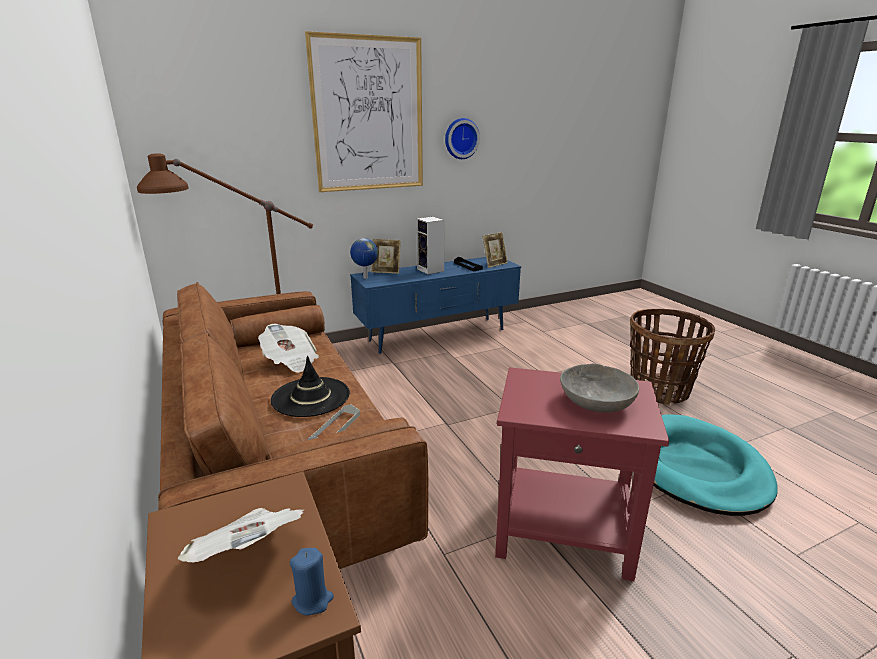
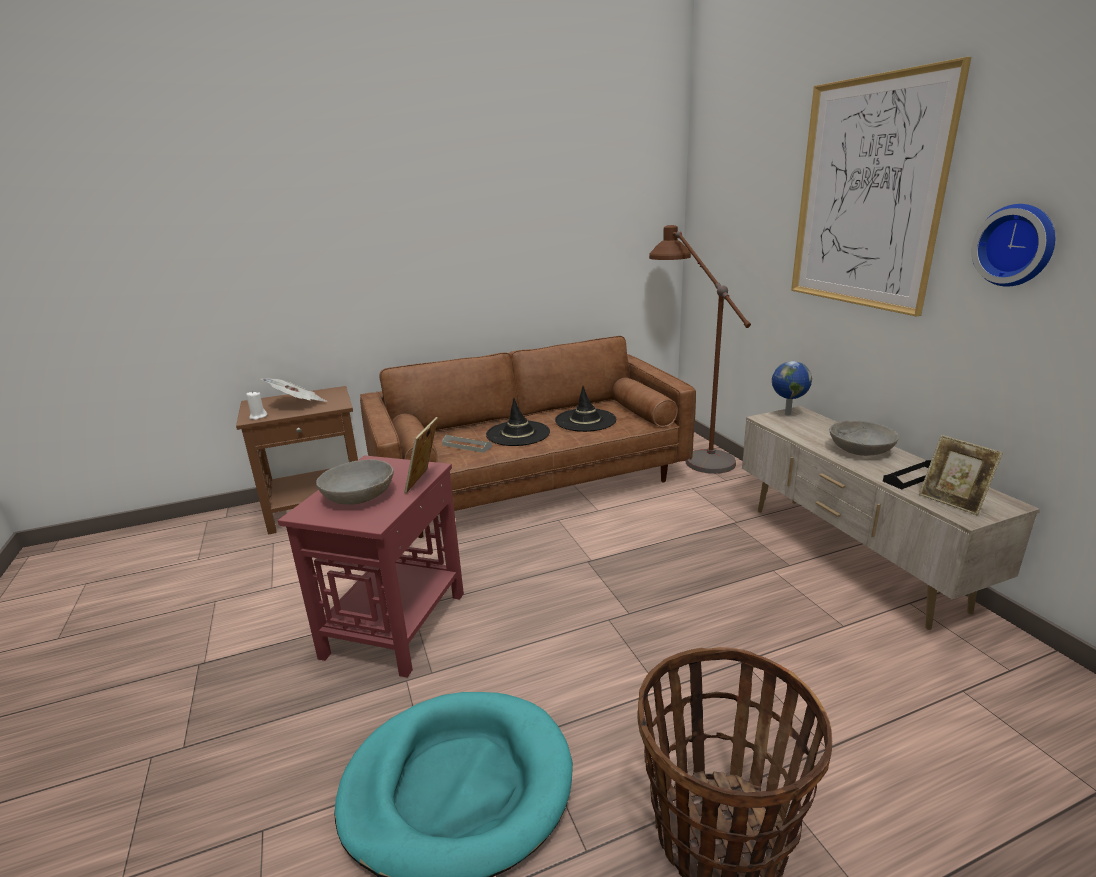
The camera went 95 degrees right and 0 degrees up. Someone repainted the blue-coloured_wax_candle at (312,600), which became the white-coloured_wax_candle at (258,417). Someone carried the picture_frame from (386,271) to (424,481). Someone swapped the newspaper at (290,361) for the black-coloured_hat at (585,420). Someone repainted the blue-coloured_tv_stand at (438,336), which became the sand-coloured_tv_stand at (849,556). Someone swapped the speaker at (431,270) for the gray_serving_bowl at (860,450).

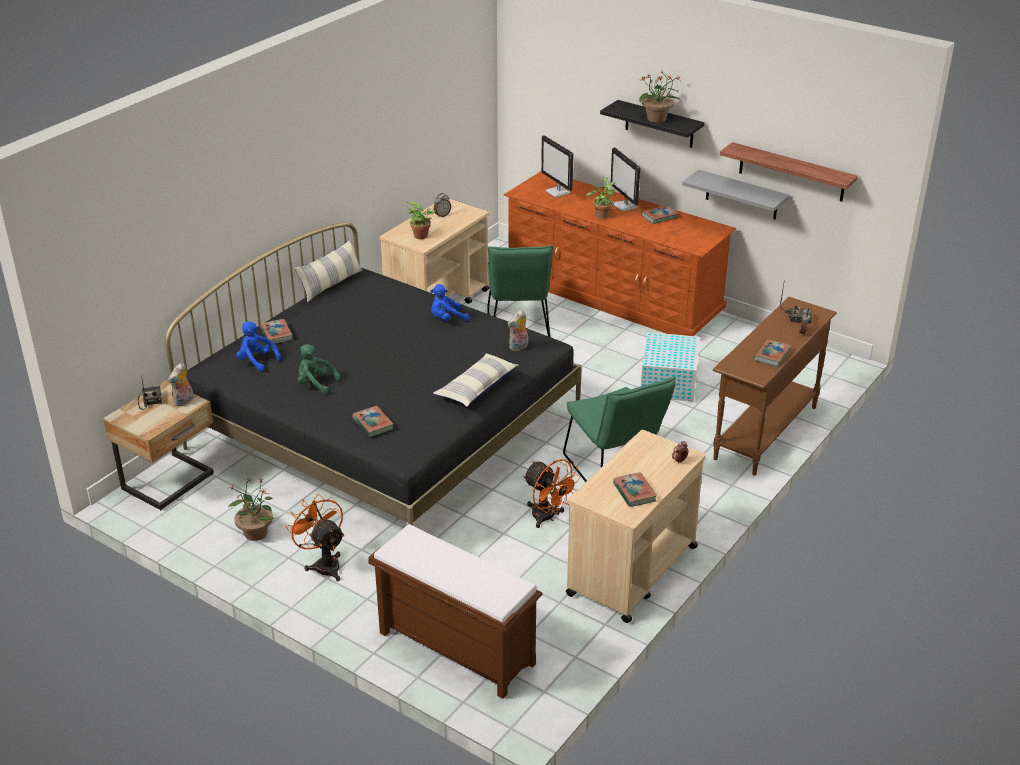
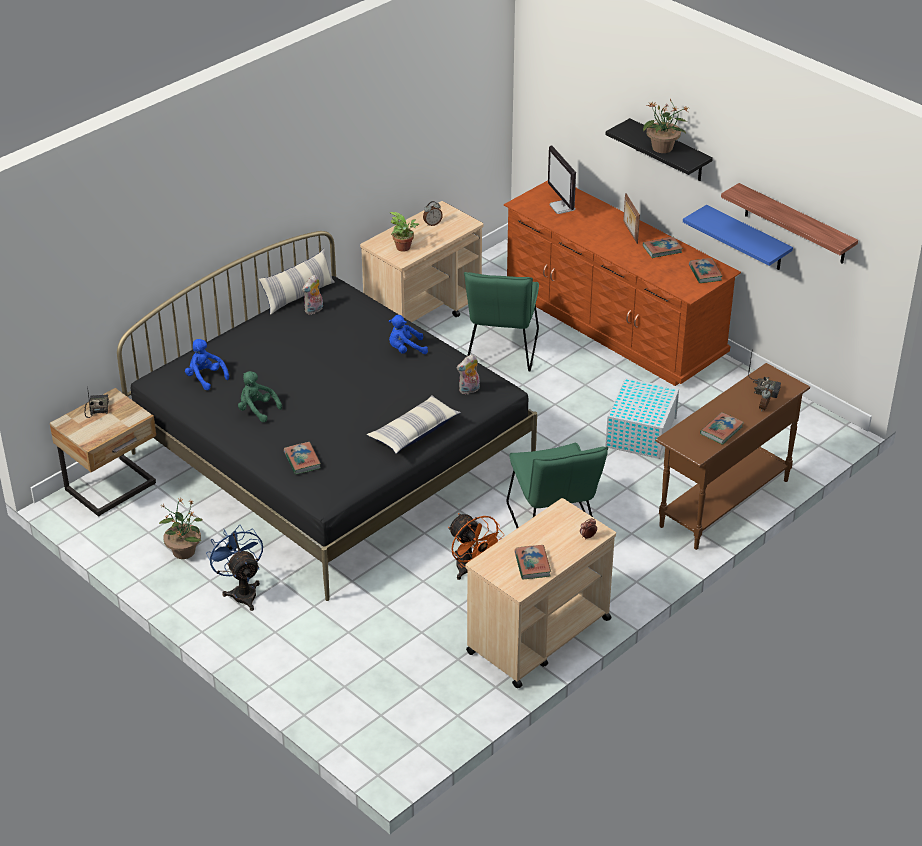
The camera went 10 degrees right and 5 degrees up. Someone repainted the orangey_fan at (324,564), which became the blue-coloured_fan at (242,591). Someone carried the plush_toy from (184,402) to (314,310). Someone swapped the computer_screen at (625,206) for the picture_frame at (629,232). Someone repainted the gray_wall_shelf at (742,195), which became the blue-coloured_wall_shelf at (747,239). Someone carried the bound_book from (276,334) to (705,273). Someone took away the brown-coloured_long_seat at (454,648). Someone took away the plant_in_a_pot at (602,215).

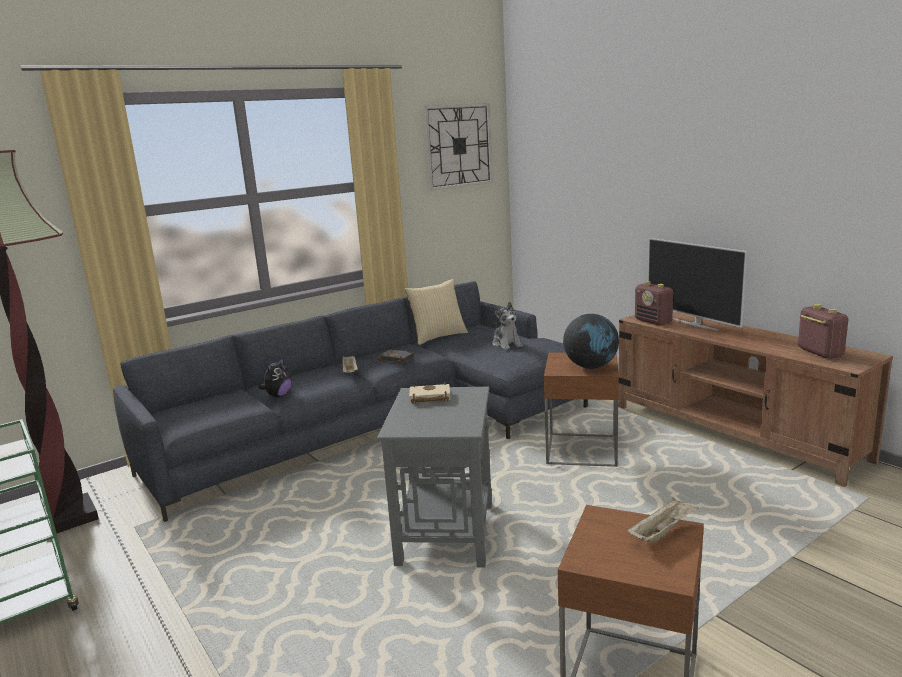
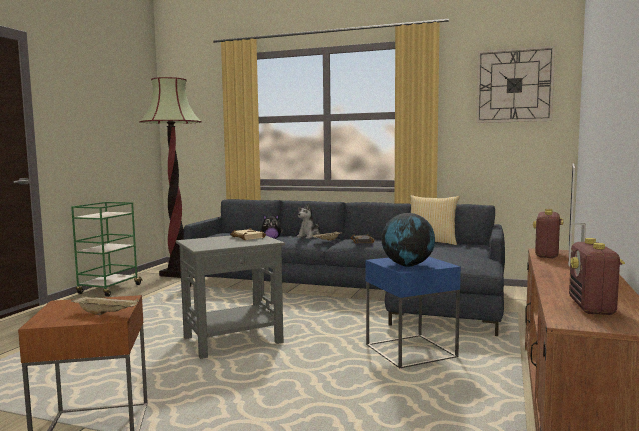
The camera went 55 degrees right and 10 degrees down. Someone carried the plush_toy from (506,344) to (309,236). Someone repainted the brown-coloured_end_table at (582,450), which became the blue-coloured_end_table at (410,351). Someone rotated the radio_receiver at (819,353) by 150 degrees clockwise.

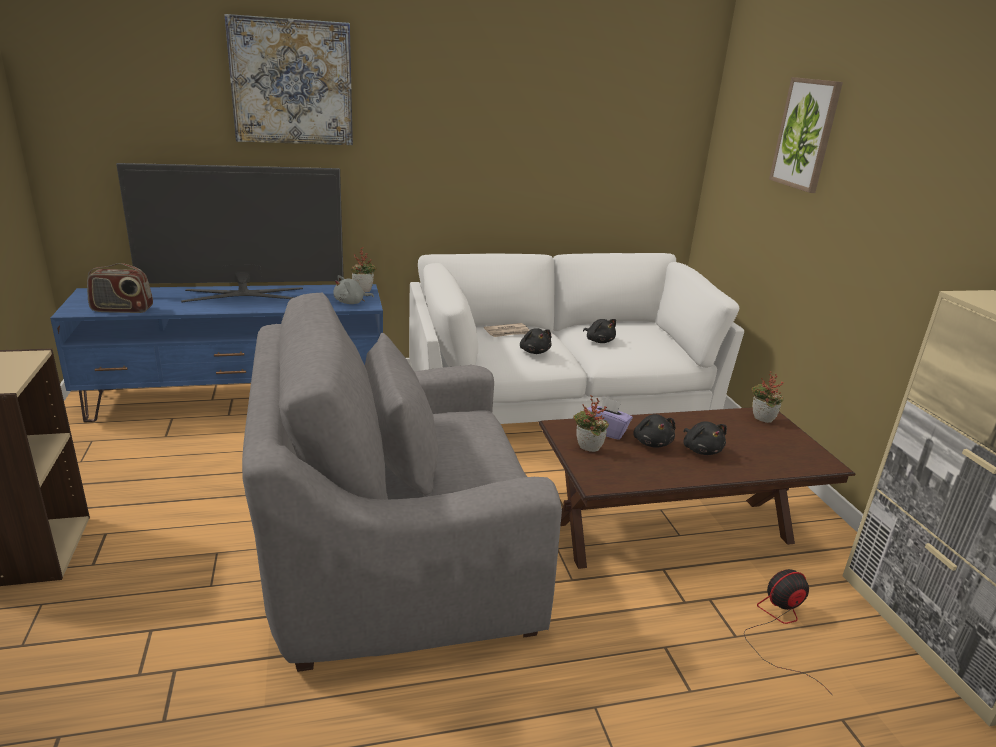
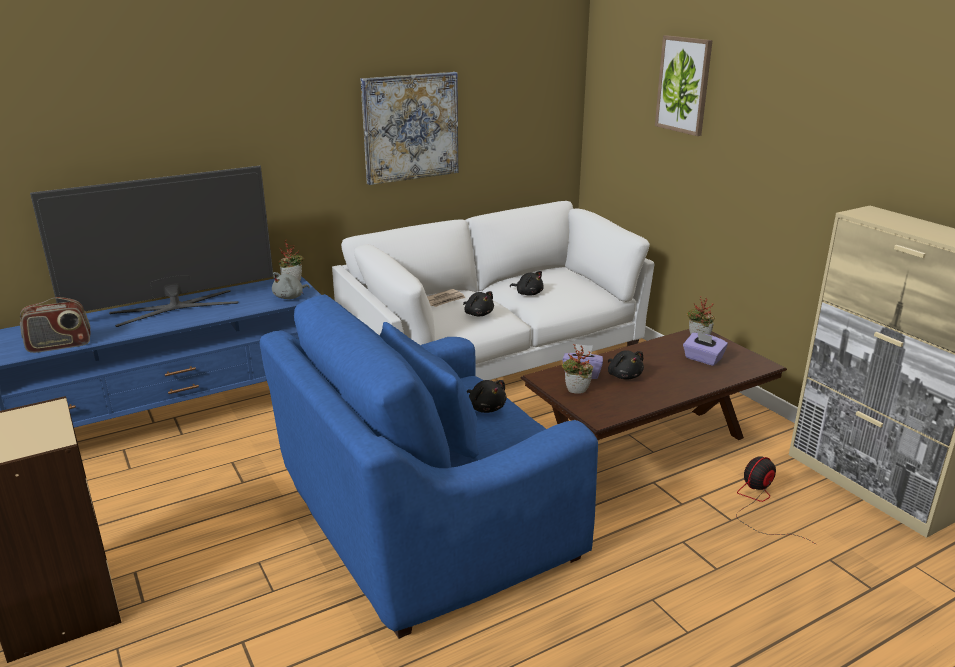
The camera went 15 degrees left and 0 degrees up. Someone repainted the gray_lounge_chair at (394,559), which became the blue-coloured_lounge_chair at (426,528). Someone carried the wall_picture from (292,82) to (410,127). Someone carried the black-coloured_plush_toy from (701,450) to (485,408). Someone put down the purple_box_of_tissues at (703,359).

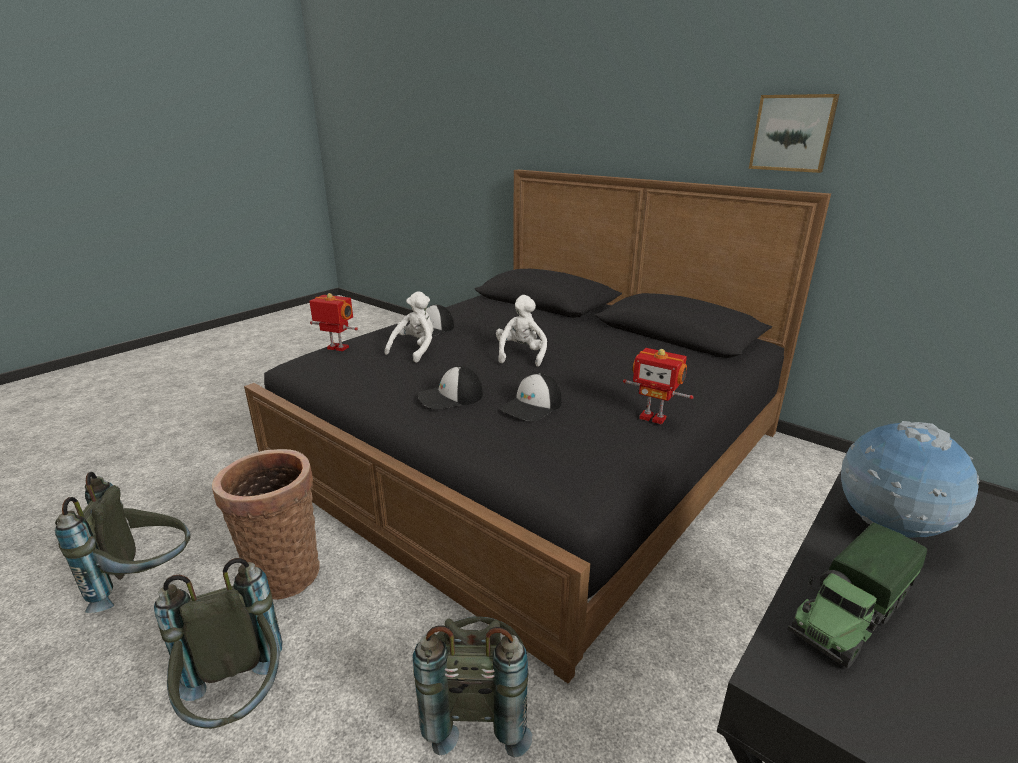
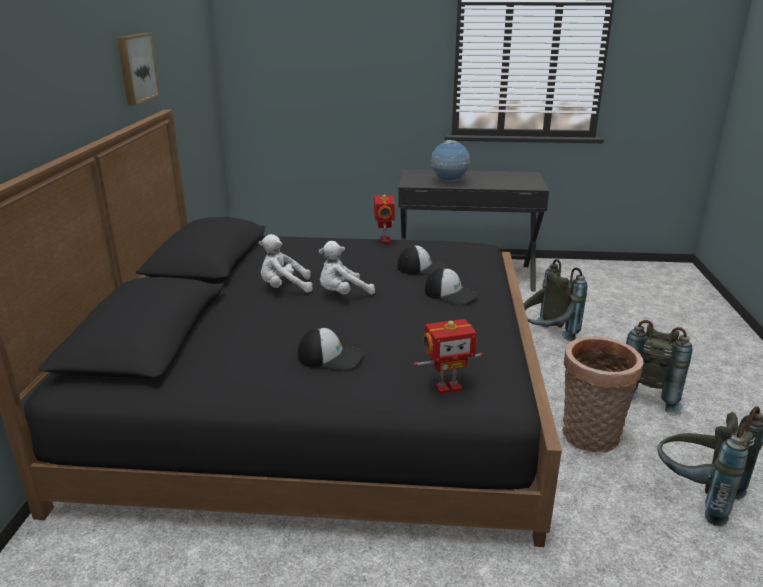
The camera went 125 degrees left and 0 degrees up. Someone carried the white-coloured_plush_toy from (415,350) to (284,288). Someone rotated the toy_robot at (337,348) by 90 degrees counterclockwise. Someone took away the toy_lorry at (848,618).

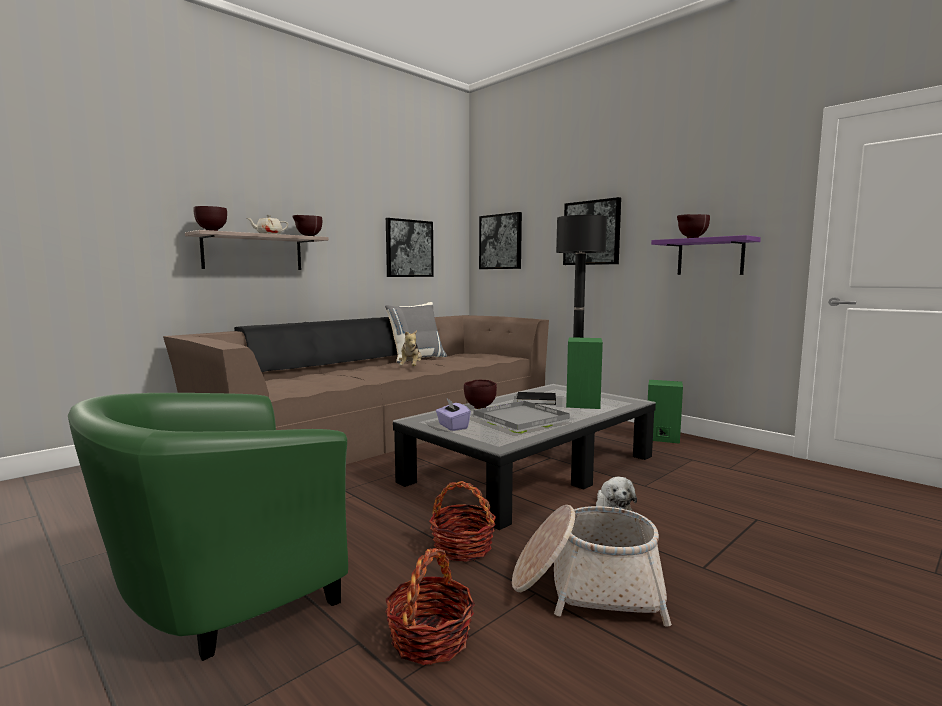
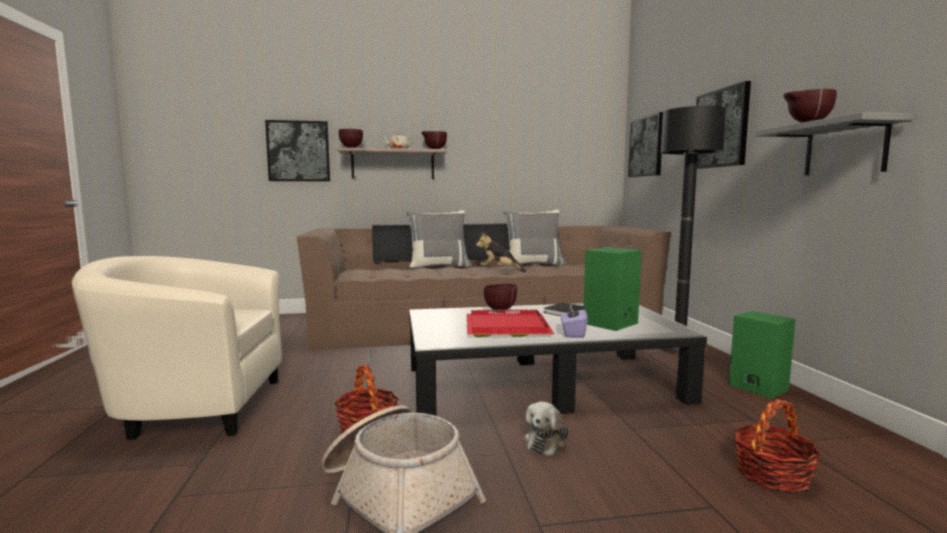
The camera went 35 degrees right and 0 degrees up. Someone repainted the green-coloured_lounge_chair at (219,594), which became the sand-coloured_lounge_chair at (194,407). Someone carried the wall_picture from (409,248) to (298,151). Someone put down the gray_cushion at (439,267). Someone repainted the gray_tray at (520,421), which became the red-coloured_tray at (505,327). Someone rotated the plush_toy at (411,368) by 75 degrees clockwise. Someone carried the purple_box_of_tissues from (452,426) to (573,333). Someone carried the storage_basket from (430,639) to (772,474). Someone repainted the purple_wall_shelf at (710,257), which became the gray_wall_shelf at (845,148).

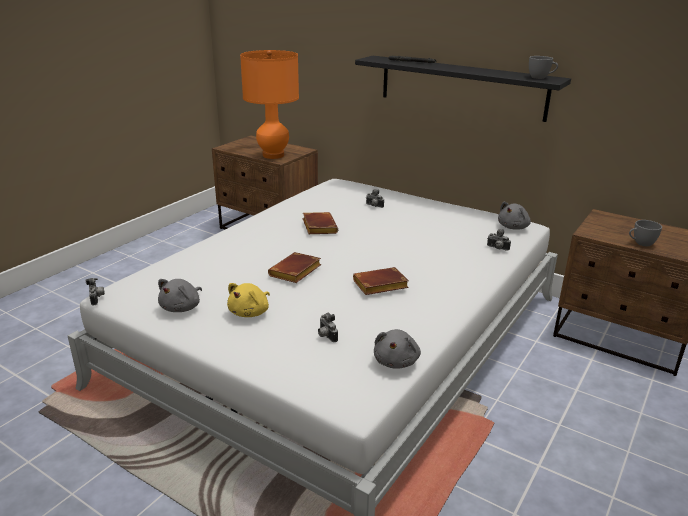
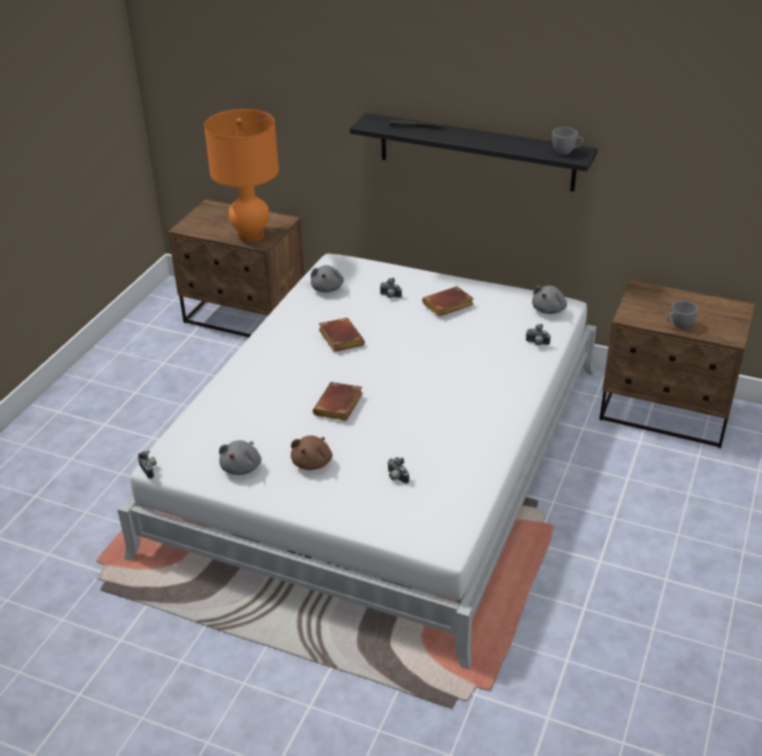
The camera went 10 degrees left and 10 degrees up. Someone repainted the yellow-coloured_plush_toy at (250,312), which became the brown-coloured_plush_toy at (313,462). Someone carried the gray_plush_toy from (396,361) to (327,288). Someone carried the brown-coloured_bound_book from (379,286) to (447,306).

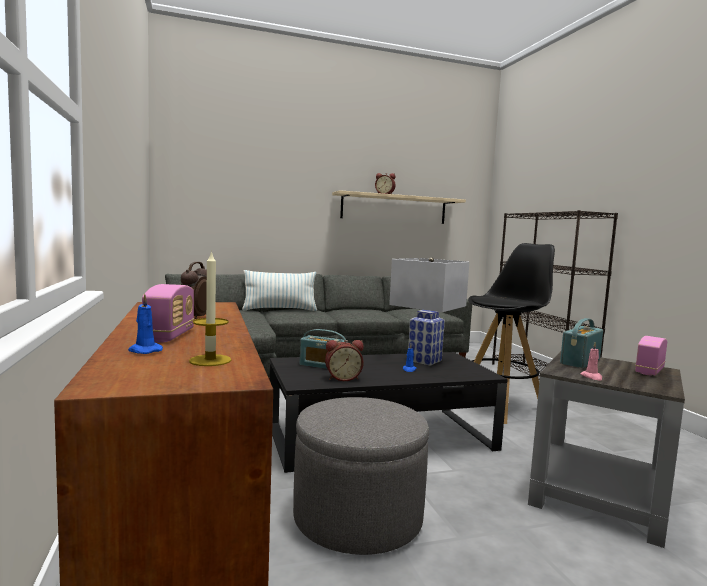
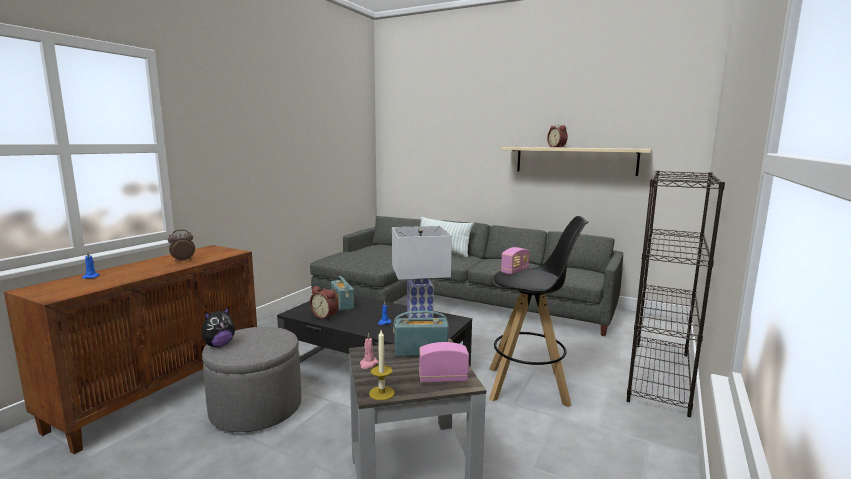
The camera went 45 degrees right and 5 degrees up. Someone put down the plush_toy at (219,345). Someone carried the wax_candle from (210,360) to (381,393). Someone carried the radio_receiver from (169,336) to (515,271).

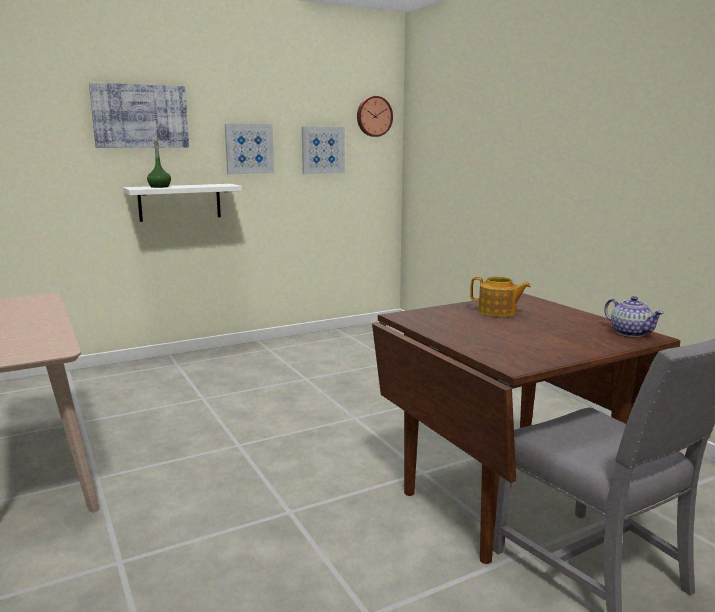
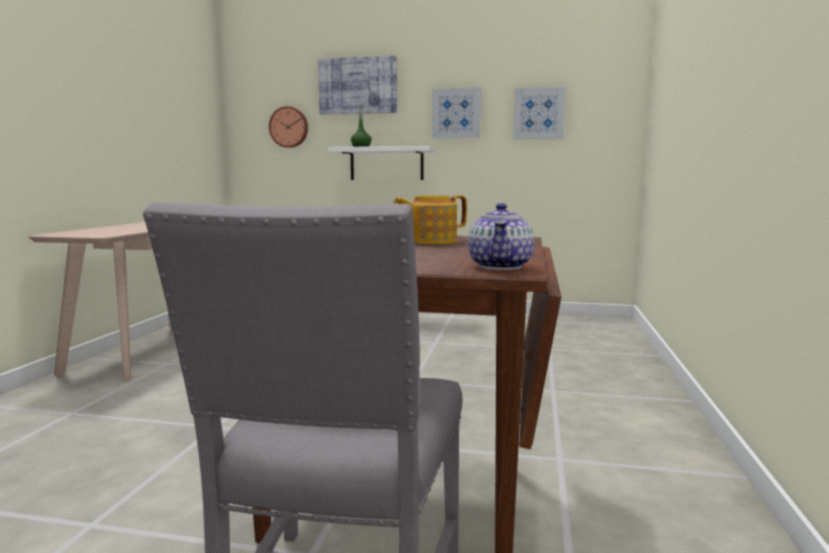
The camera went 40 degrees right and 5 degrees down. Someone carried the wall_clock from (373,116) to (289,127). Someone rotated the tea_pot at (498,312) by 90 degrees clockwise.

